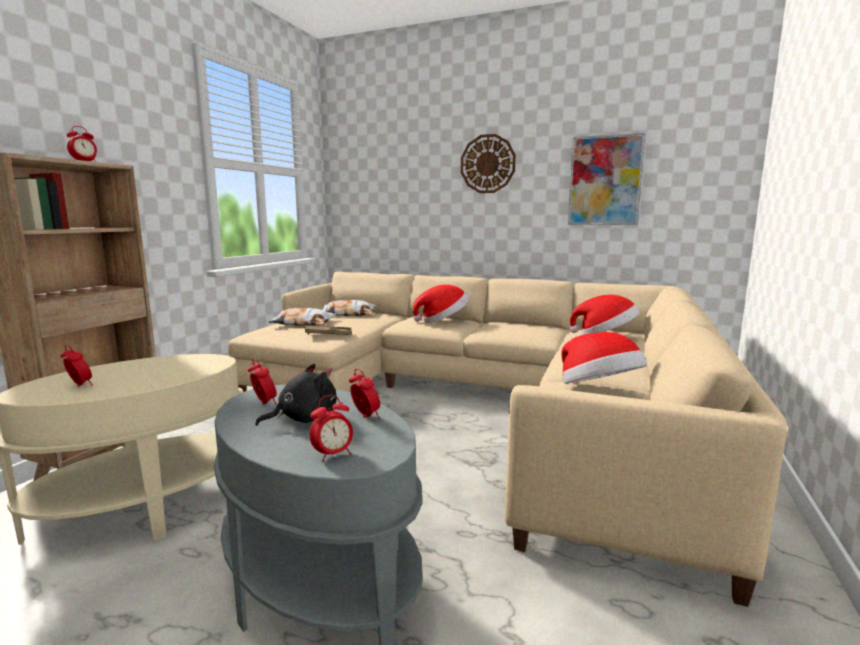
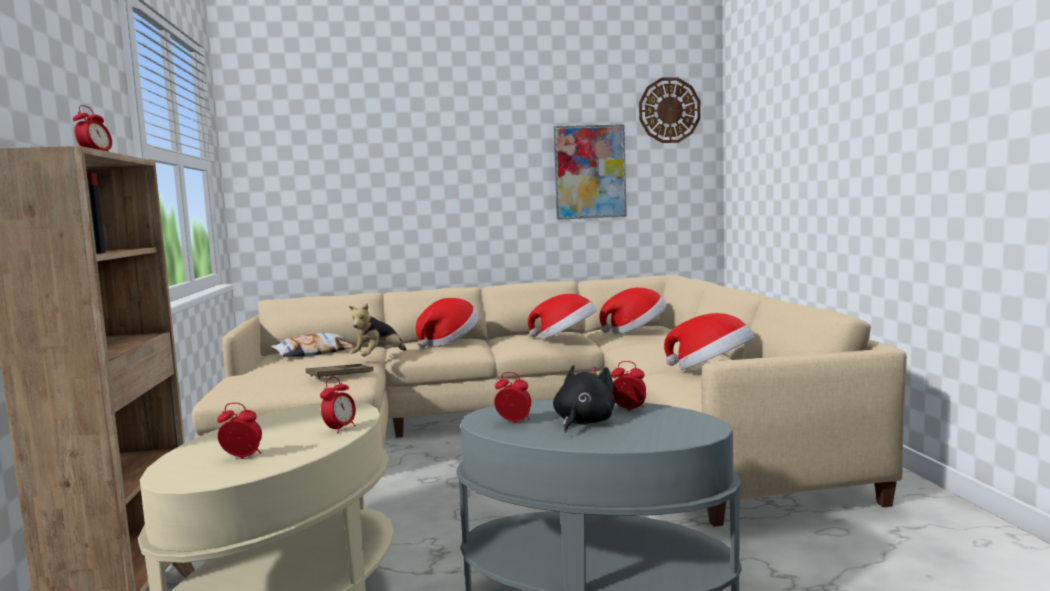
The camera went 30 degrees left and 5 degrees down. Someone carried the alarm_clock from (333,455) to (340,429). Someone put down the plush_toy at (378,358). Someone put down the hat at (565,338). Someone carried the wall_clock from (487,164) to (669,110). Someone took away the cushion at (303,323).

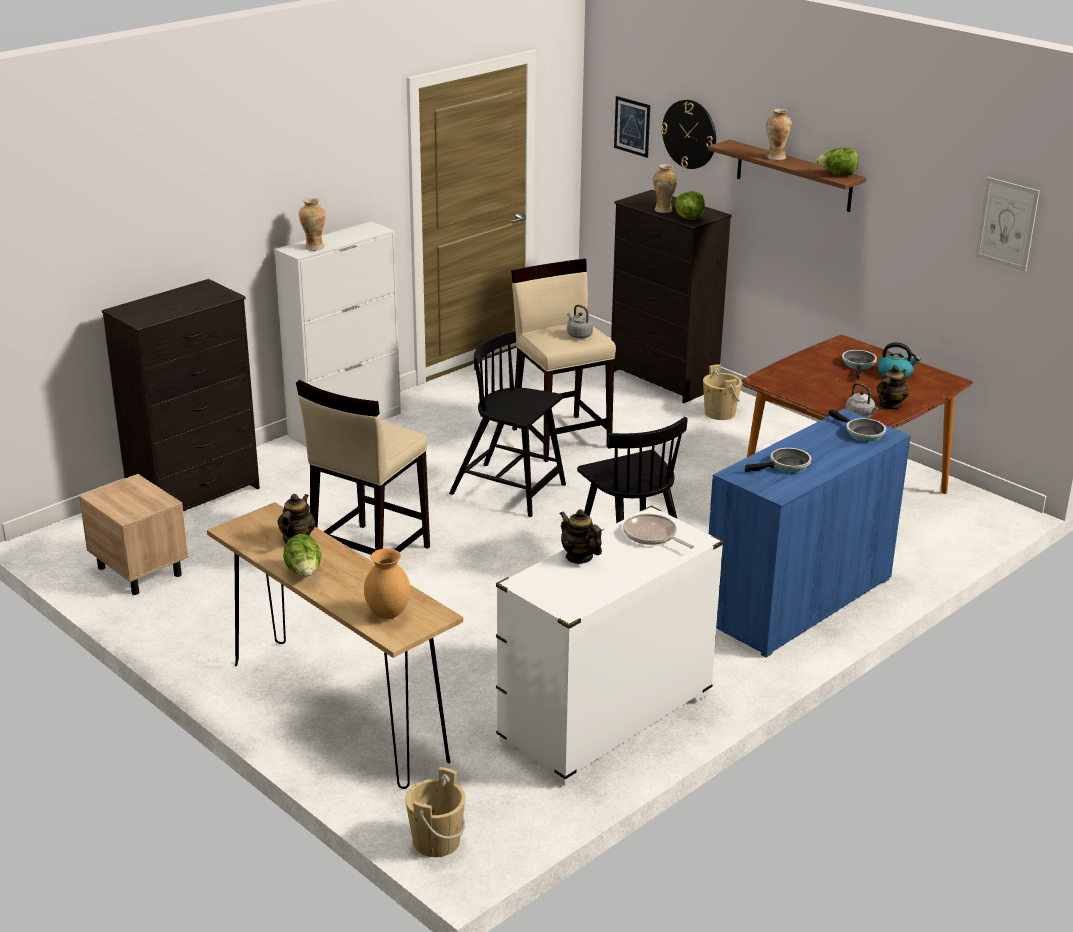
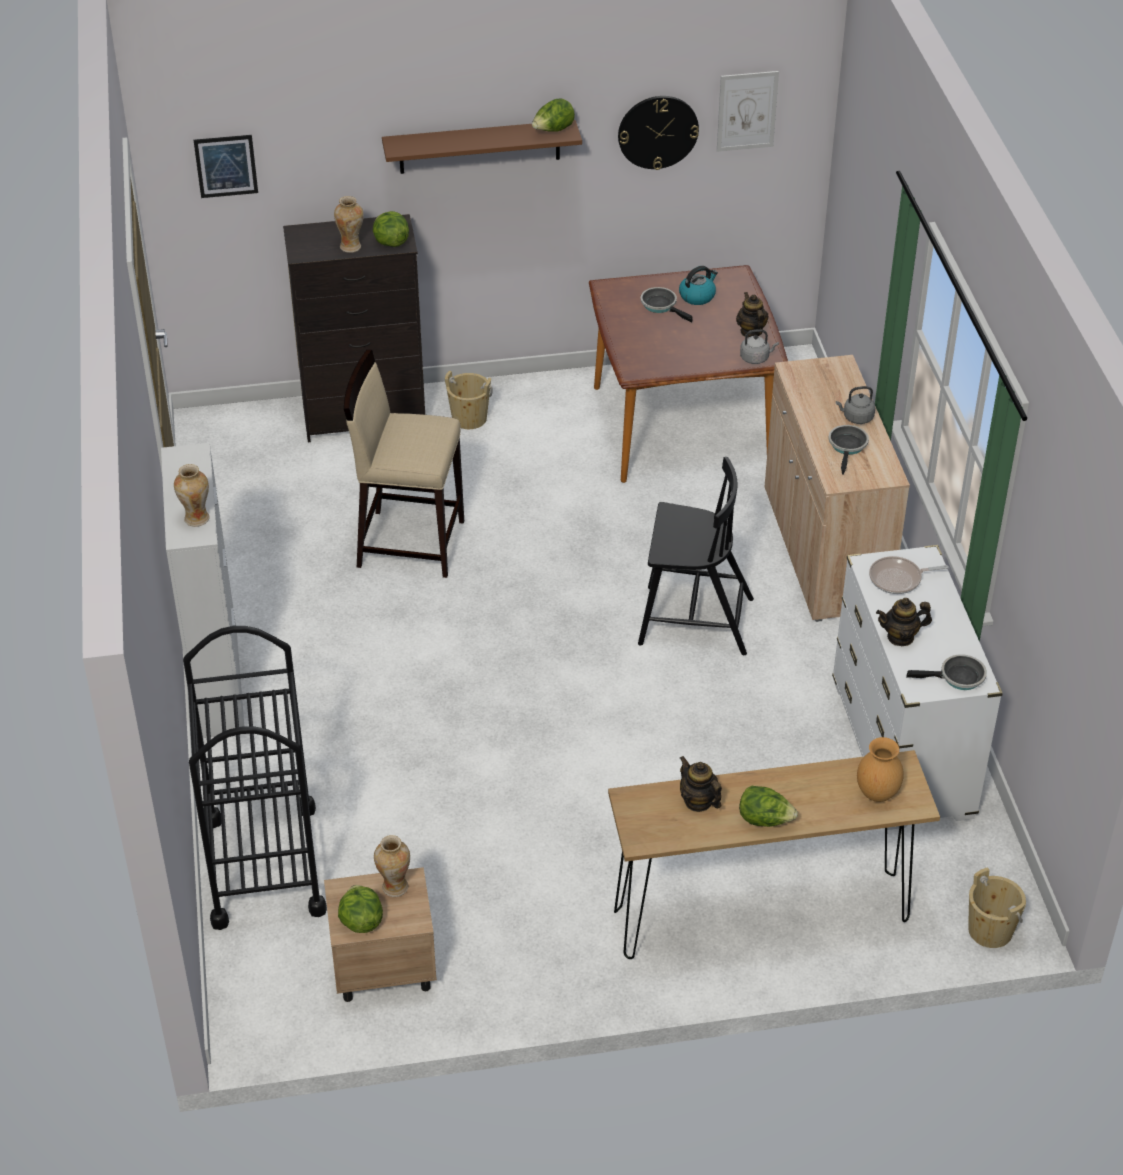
The camera went 55 degrees left and 15 degrees up. Someone swapped the black-coloured_chest_of_drawers at (196,497) for the black-coloured_trolley at (264,865). Someone put down the lettuce_head at (361,921). Someone carried the decorative_vase from (776,157) to (394,887). Someone carried the wall_clock from (689,134) to (658,131). Someone repainted the blue-coloured_storage_cabinet at (798,601), which became the sand-coloured_storage_cabinet at (825,549). Someone carried the gray_water_kettle from (578,335) to (856,418). Someone carried the skillet from (861,433) to (958,678). Someone took away the sand-coloured_stool_seat at (368,555). Someone took away the black-coloured_plain_chair at (510,490).

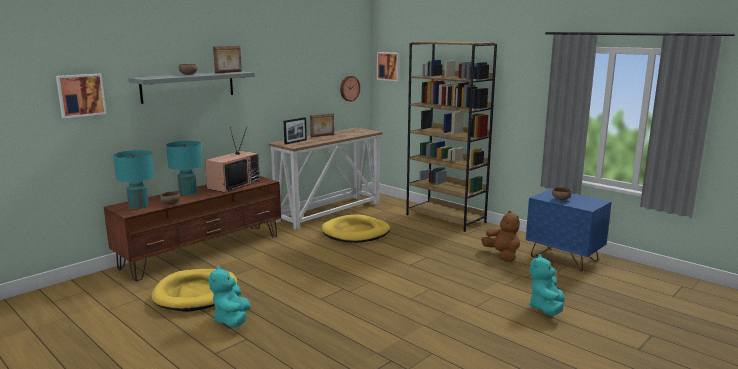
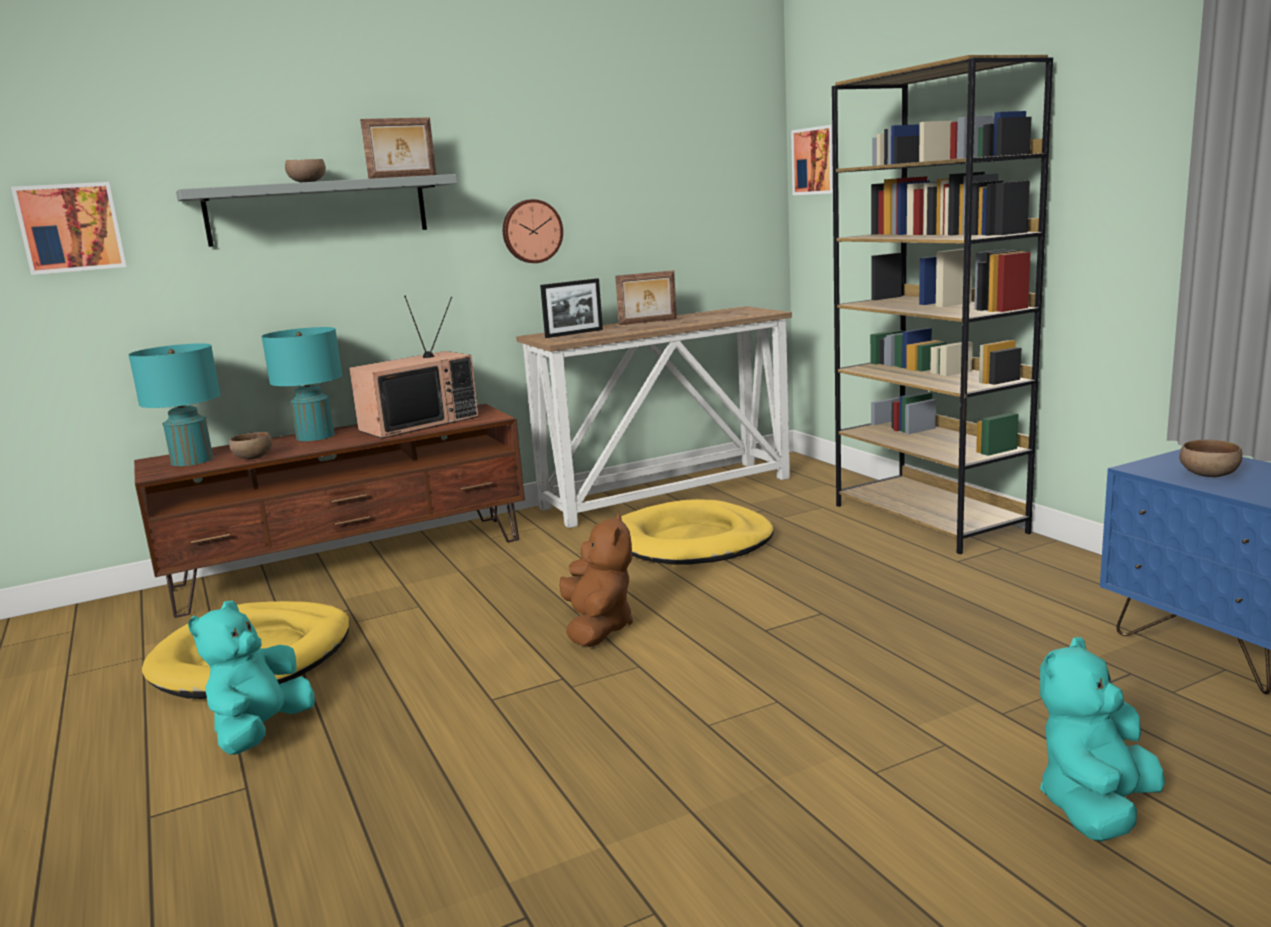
The camera went 20 degrees right and 0 degrees up. Someone carried the wall_clock from (349,88) to (531,231). Someone carried the brown-coloured_plush_toy from (502,255) to (598,628).

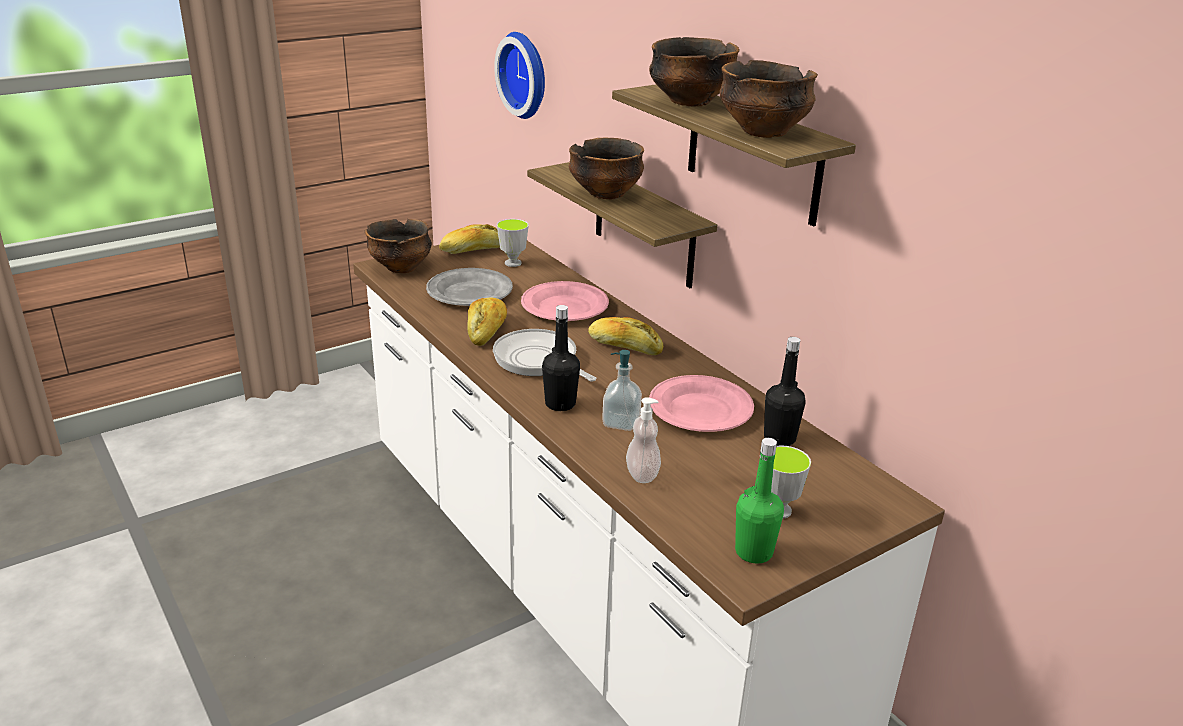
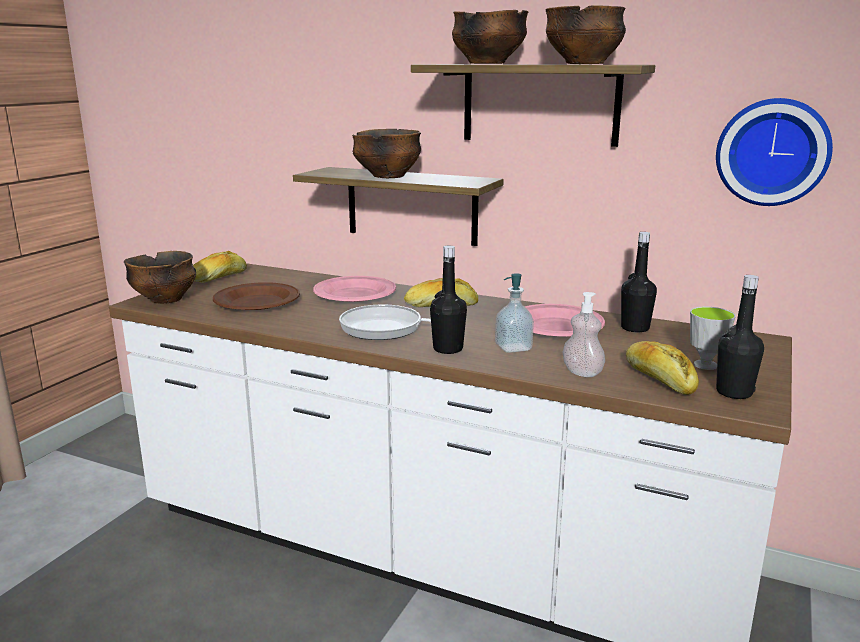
The camera went 30 degrees left and 10 degrees down. Someone repainted the gray_dinner_plate at (469,292), which became the brown-coloured_dinner_plate at (256,302). Someone carried the baked_bread from (487,330) to (659,379). Someone carried the wall_clock from (526,75) to (772,152). Someone repainted the green-coloured_bottle at (754,552), which became the black-coloured_bottle at (734,392). Someone took away the small_cup at (513,263).

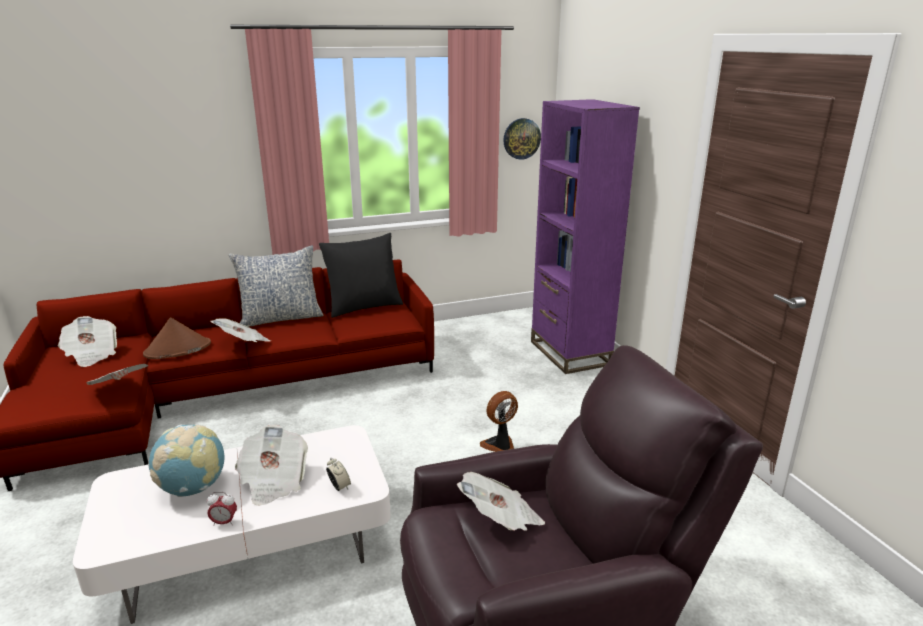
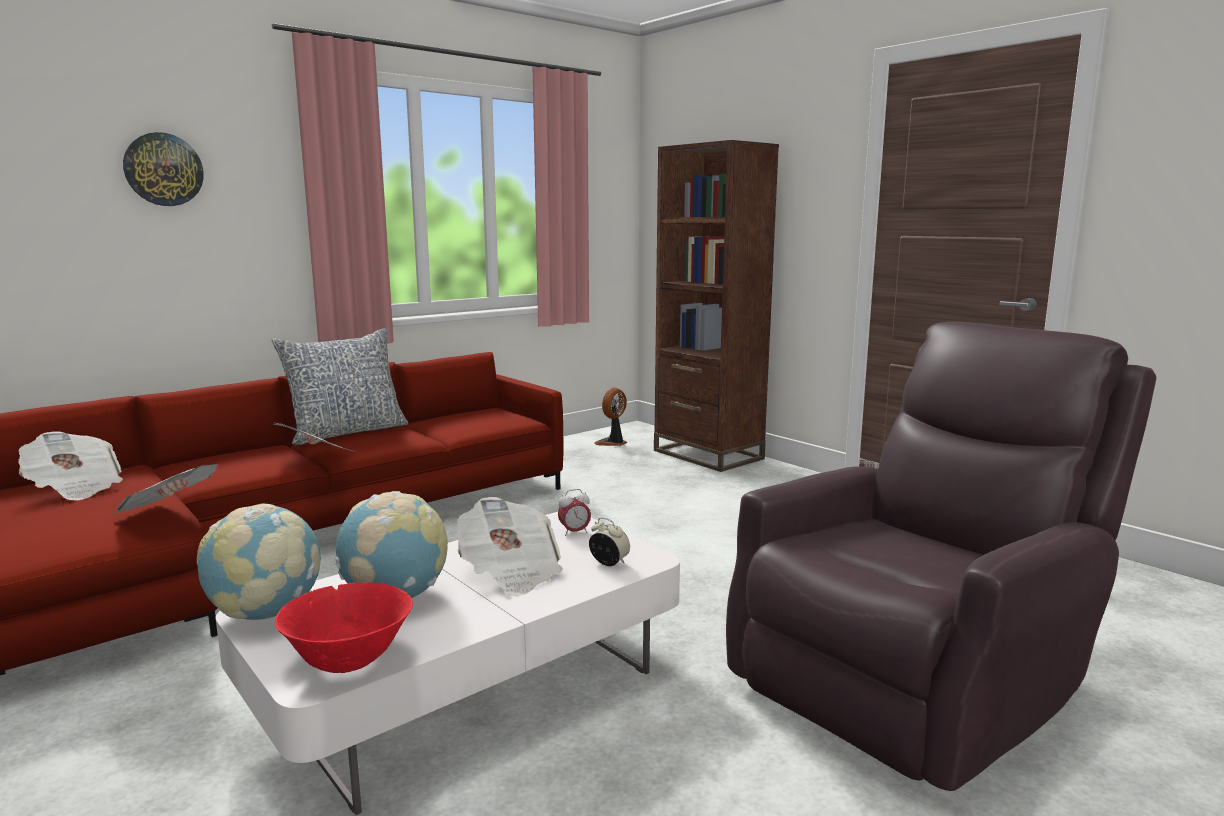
The camera went 20 degrees left and 10 degrees down. Someone carried the wall_clock from (521,138) to (163,169). Someone put down the desk_globe at (266,613). Someone put down the red-coloured_serving_bowl at (348,664). Someone carried the alarm_clock from (224,522) to (574,532). Someone carried the fan from (500,445) to (612,443). Someone repainted the purple_bookcase at (569,353), which became the brown-coloured_bookcase at (708,455). Someone took away the brown-coloured_hat at (177,349). Someone took away the black-coloured_cushion at (364,306). Someone took away the newspaper at (501,520).

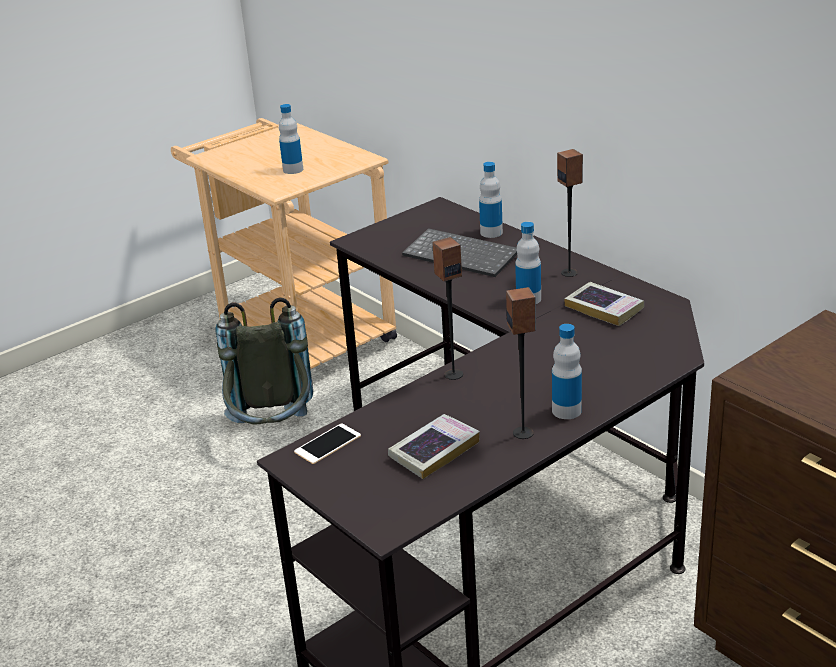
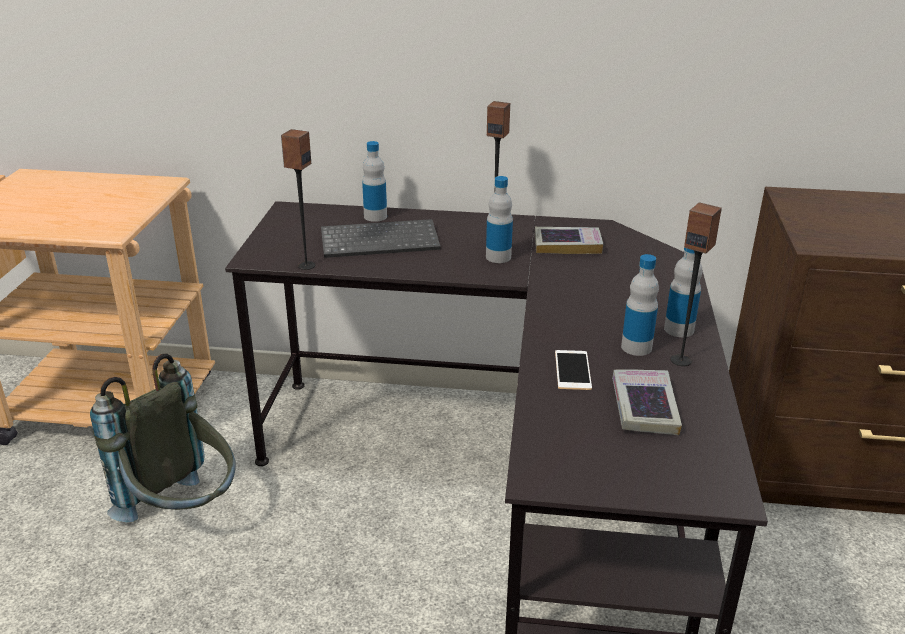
The camera went 45 degrees left and 0 degrees up. Someone carried the speaker from (453,374) to (306,265). Someone carried the handset from (327,444) to (572,370). Someone carried the bottle from (293,170) to (636,347).

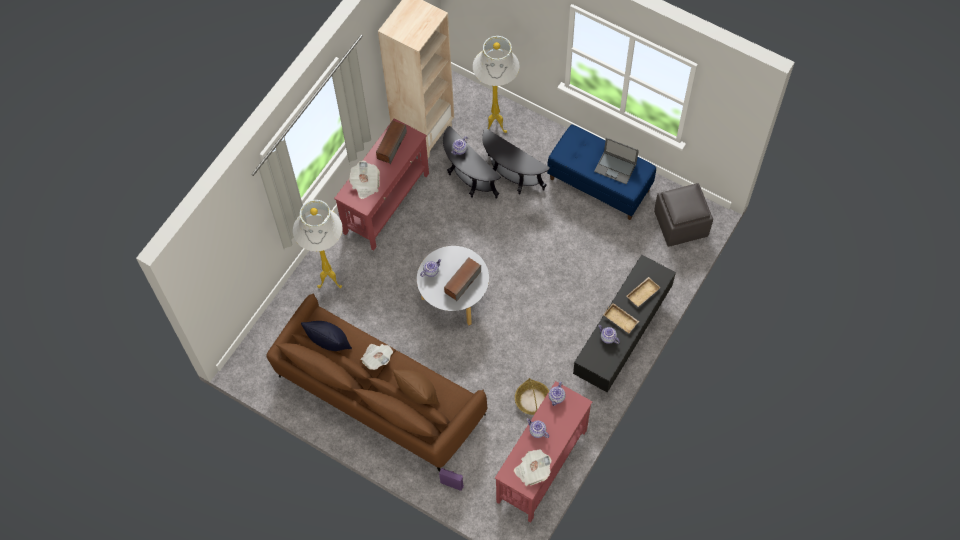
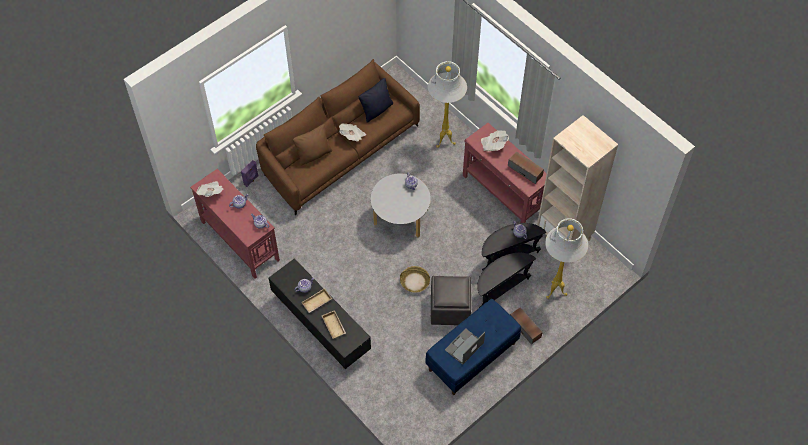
The camera went 105 degrees right and 5 degrees down. Someone carried the storage_basket from (532,400) to (414,282). Someone carried the gray_ottoman from (681,224) to (449,309). Someone carried the speaker from (462,282) to (525,328).

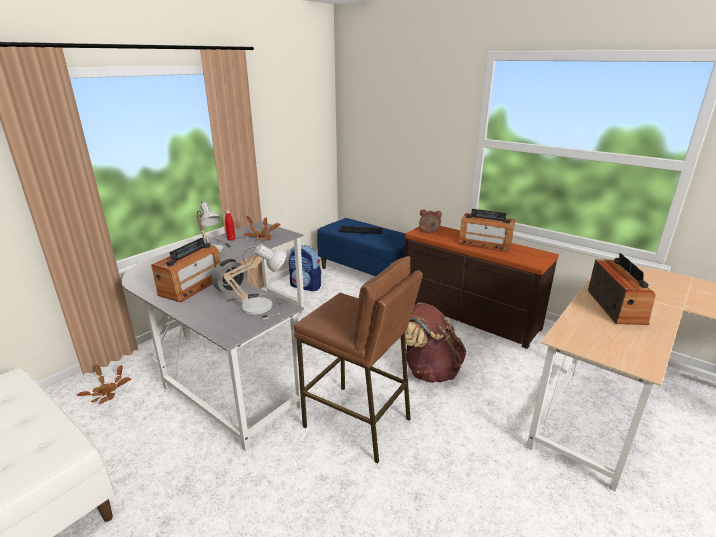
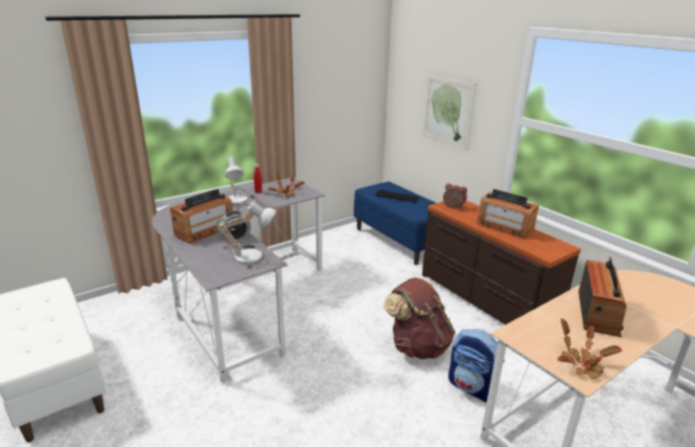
The camera went 15 degrees right and 0 degrees up. Someone put up the wall_picture at (448,111). Someone carried the backpack from (306,286) to (472,387). Someone carried the plant_in_a_pot from (106,393) to (581,362). Someone took away the brown-coloured_stool_seat at (357,422).

